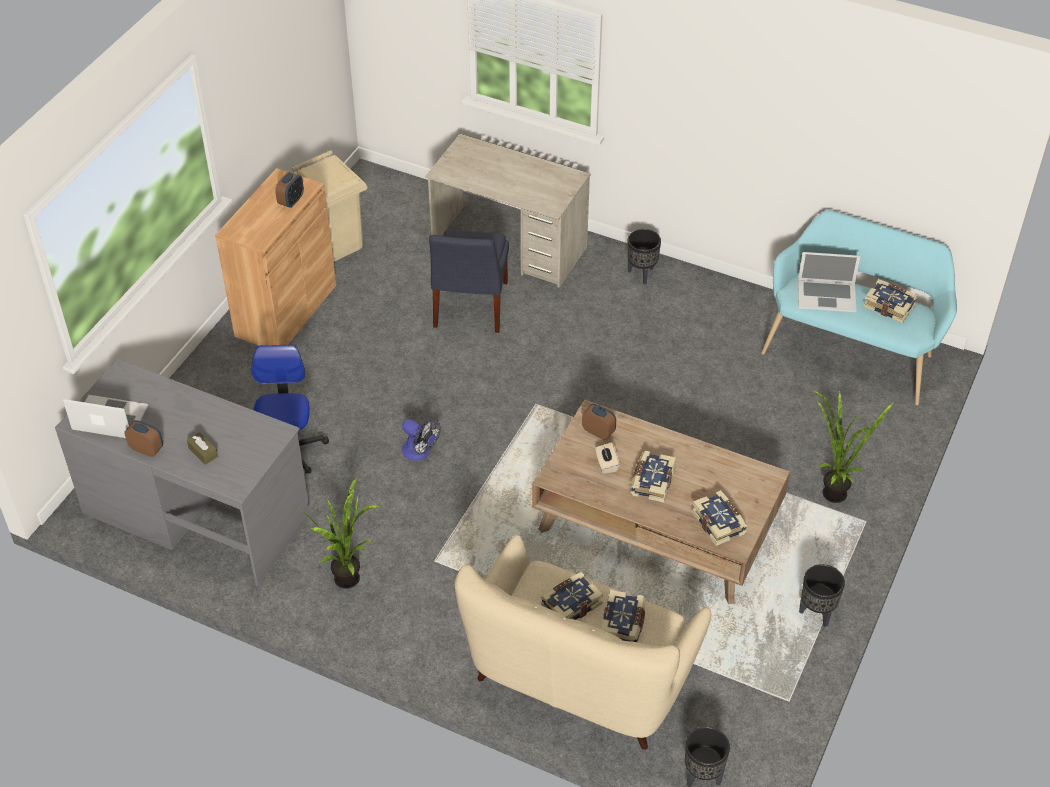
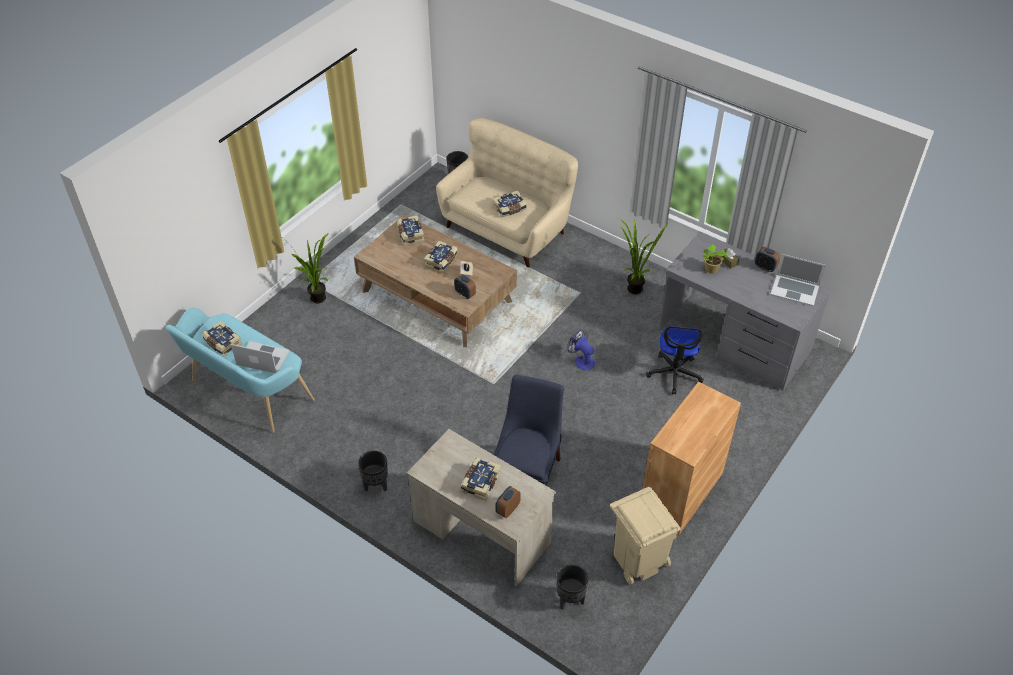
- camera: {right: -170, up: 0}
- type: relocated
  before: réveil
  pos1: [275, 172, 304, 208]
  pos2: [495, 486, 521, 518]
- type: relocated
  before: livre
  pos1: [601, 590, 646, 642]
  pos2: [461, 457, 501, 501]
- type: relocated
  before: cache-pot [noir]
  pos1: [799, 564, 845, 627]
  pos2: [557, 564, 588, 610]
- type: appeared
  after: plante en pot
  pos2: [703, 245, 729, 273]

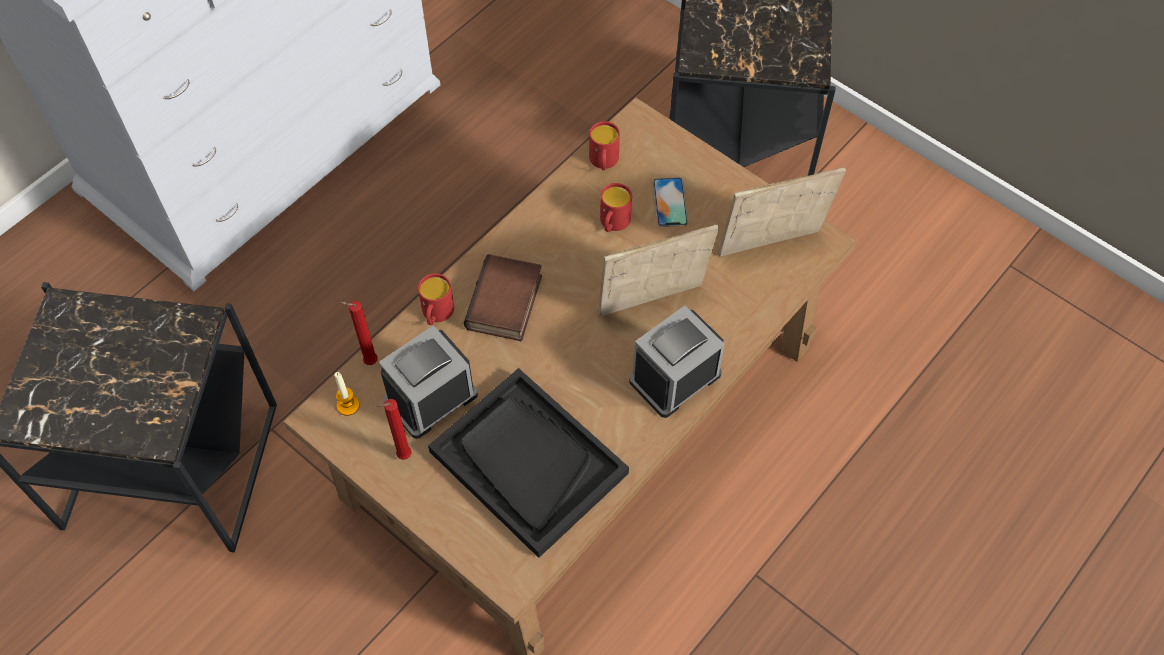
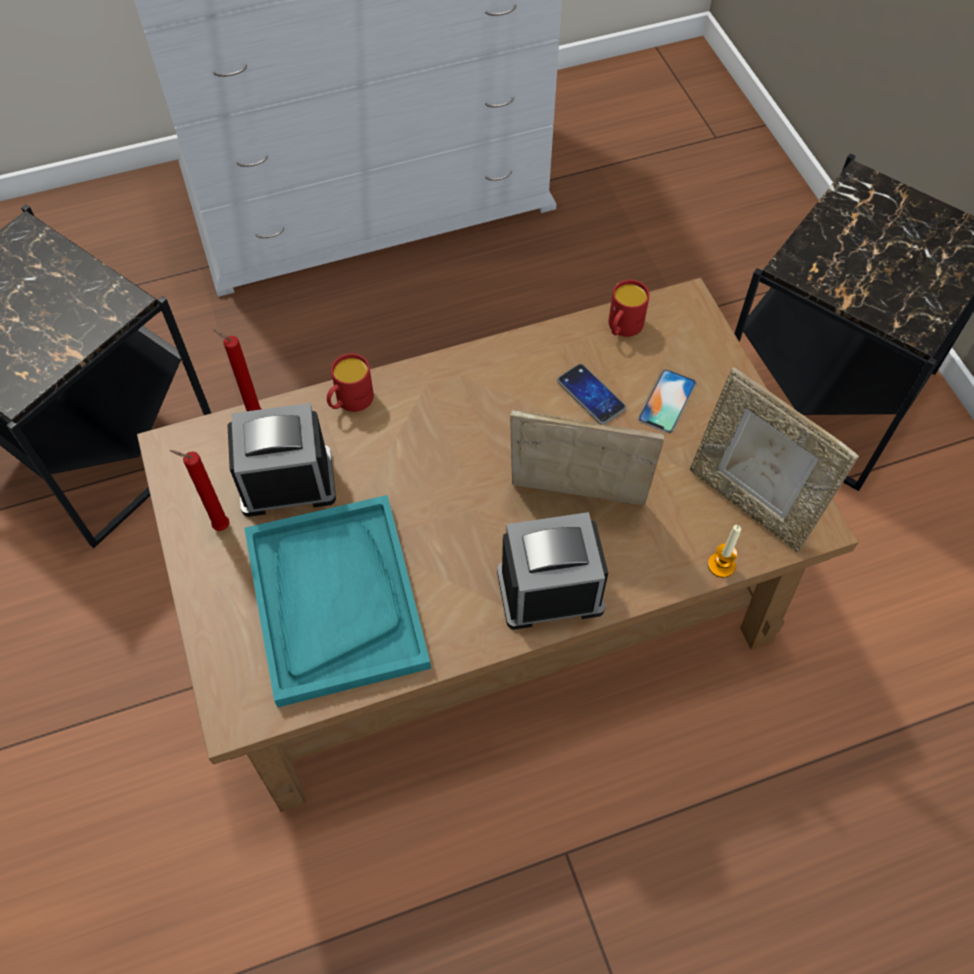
- camera: {right: 30, up: 0}
- type: relocated
  before: bougie
  pos1: [334, 372, 360, 416]
  pos2: [708, 525, 741, 578]
- type: colour
  before: plateau [noir]
  after: plateau [turquoise]
  pos1: [428, 368, 629, 558]
  pos2: [244, 495, 431, 707]
- type: missing
  before: livre
  pos1: [464, 254, 542, 341]
- type: exchanged
  before: mug [rouge]
  after: téléphone
  pos1: [600, 183, 632, 232]
  pos2: [557, 364, 626, 425]
- type: spun
  before: cadre photo
  pos1: [718, 167, 846, 256]
  pos2: [690, 367, 859, 552]
  turn: -150

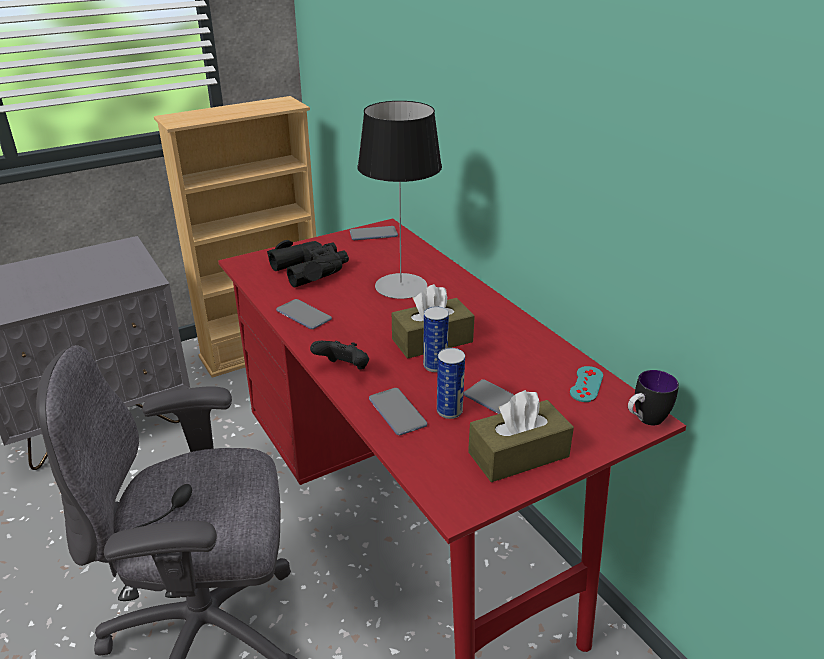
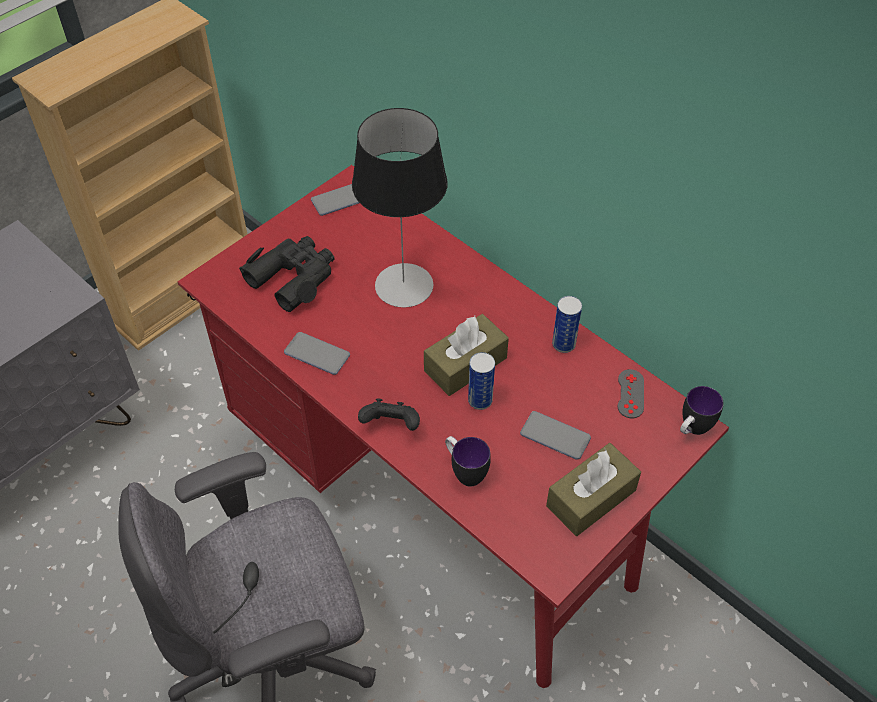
- camera: {right: -15, up: 20}
- type: exchanged
  before: téléphone
  after: mug
  pos1: [369, 388, 428, 436]
  pos2: [445, 436, 491, 487]
- type: relocated
  before: boîte métallique
  pos1: [437, 348, 465, 419]
  pos2: [552, 296, 582, 353]
- type: colour
  before: manette [turquoise]
  after: manette [gris]
  pos1: [570, 366, 603, 402]
  pos2: [618, 369, 644, 418]

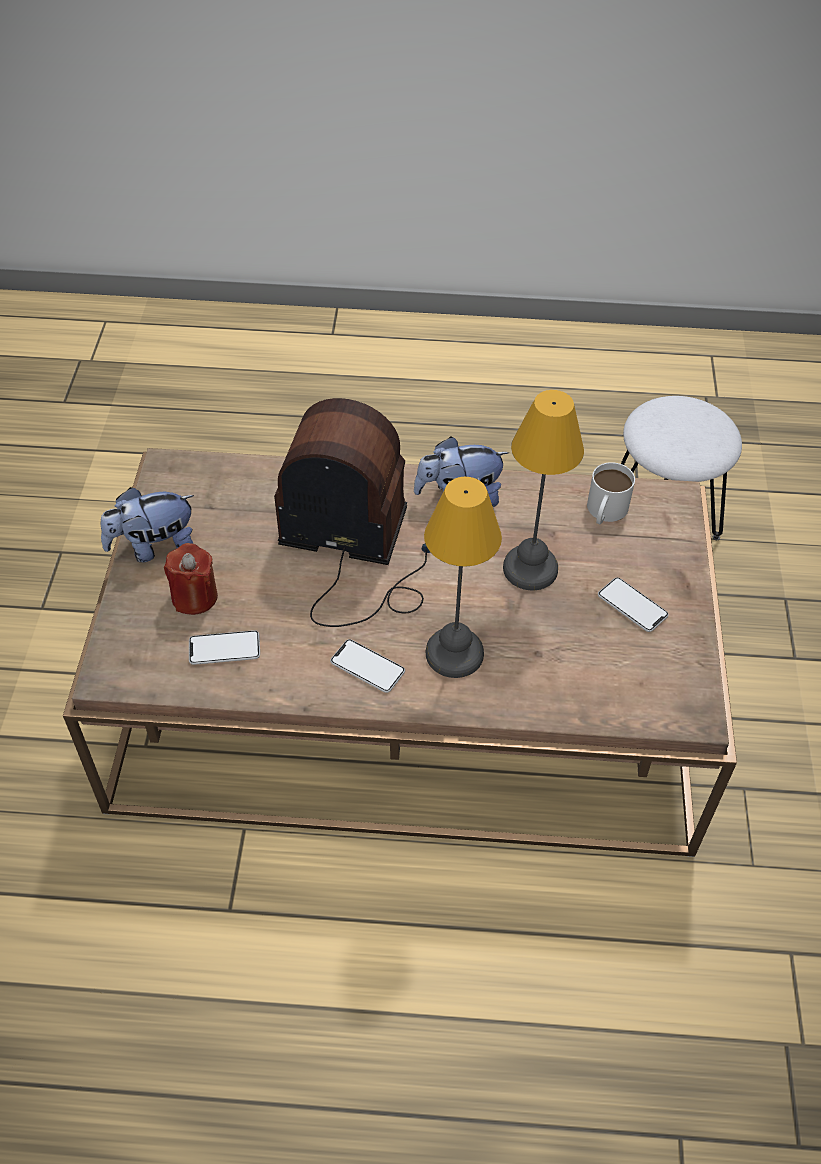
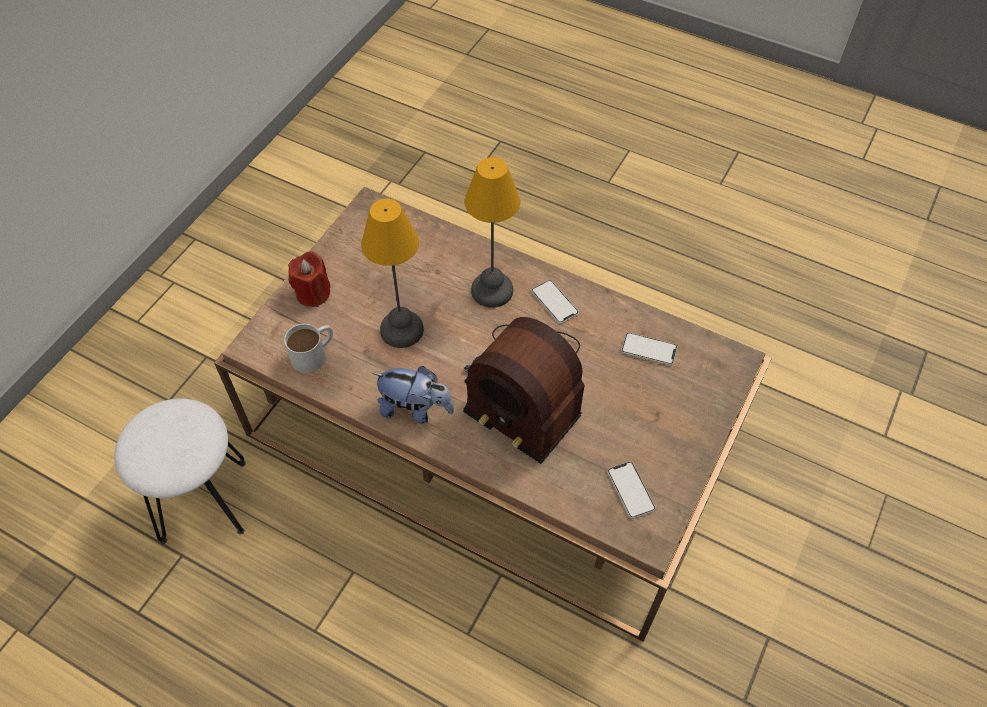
- camera: {right: -155, up: 5}
- type: missing
  before: peluche
  pos1: [101, 487, 194, 562]
- type: relocated
  before: bougie [rouge]
  pos1: [164, 543, 218, 615]
  pos2: [288, 251, 330, 307]
- type: relocated
  before: téléphone
  pos1: [598, 577, 669, 632]
  pos2: [607, 461, 656, 519]

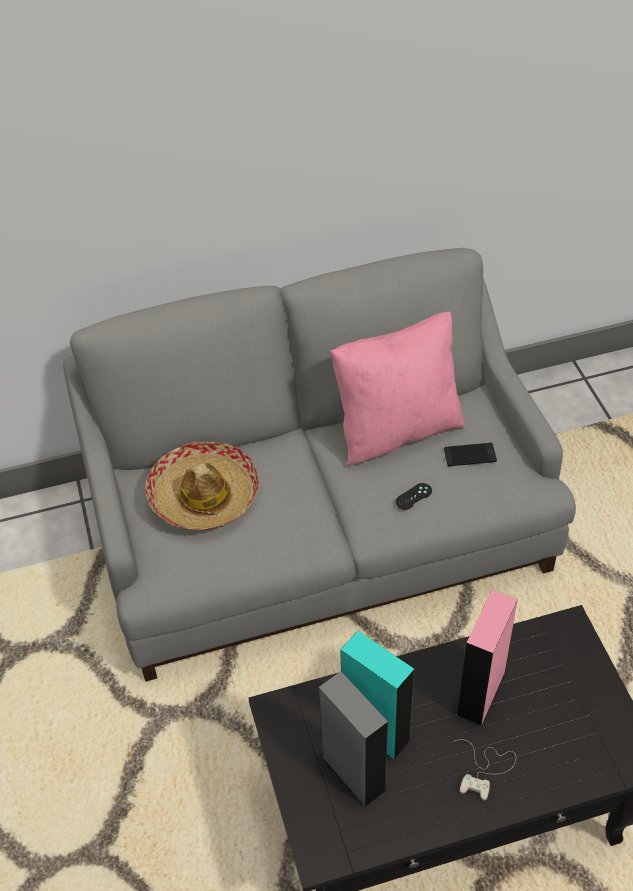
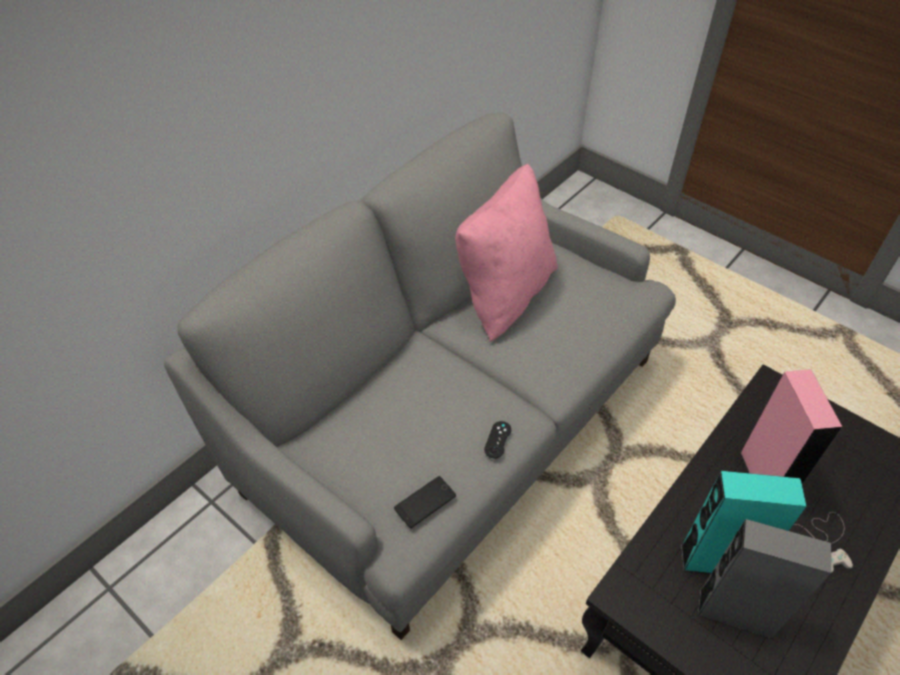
- camera: {right: -35, up: 0}
- type: missing
  before: chapeau
  pos1: [145, 442, 259, 530]
- type: relocated
  before: manette [noir]
  pos1: [396, 483, 432, 510]
  pos2: [484, 421, 511, 458]
- type: relocated
  before: téléphone
  pos1: [444, 443, 497, 466]
  pos2: [394, 476, 456, 528]

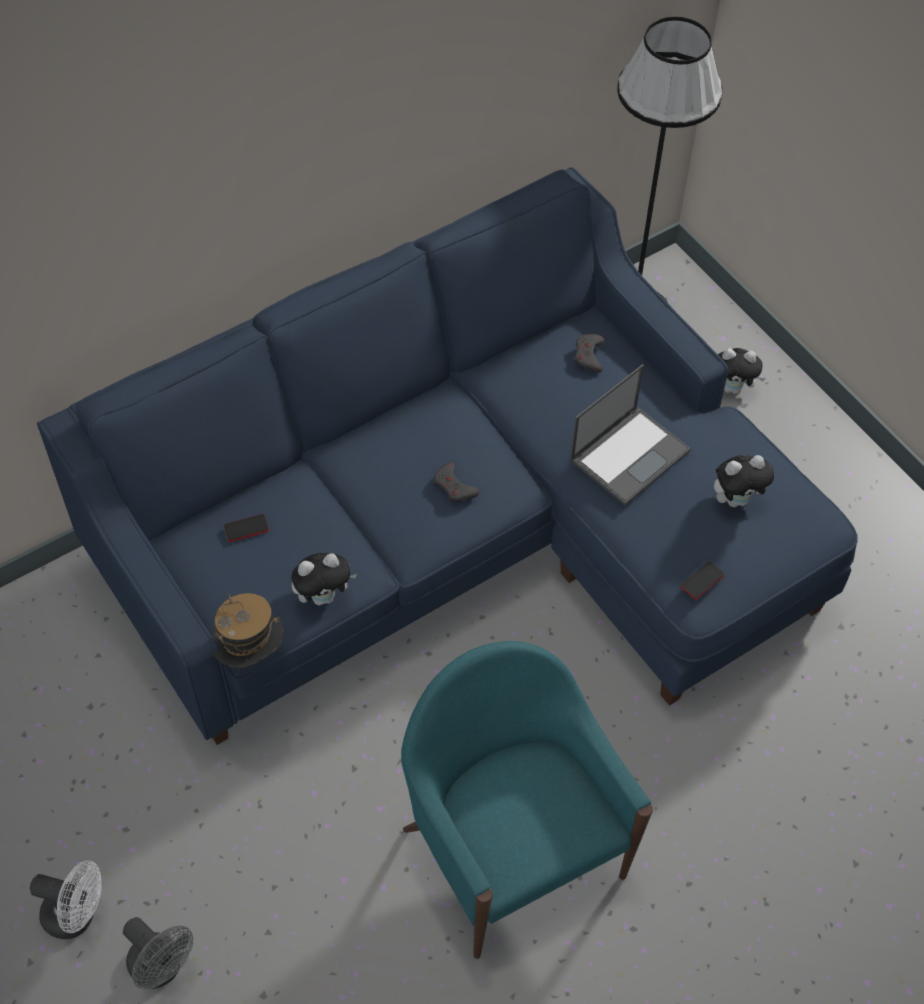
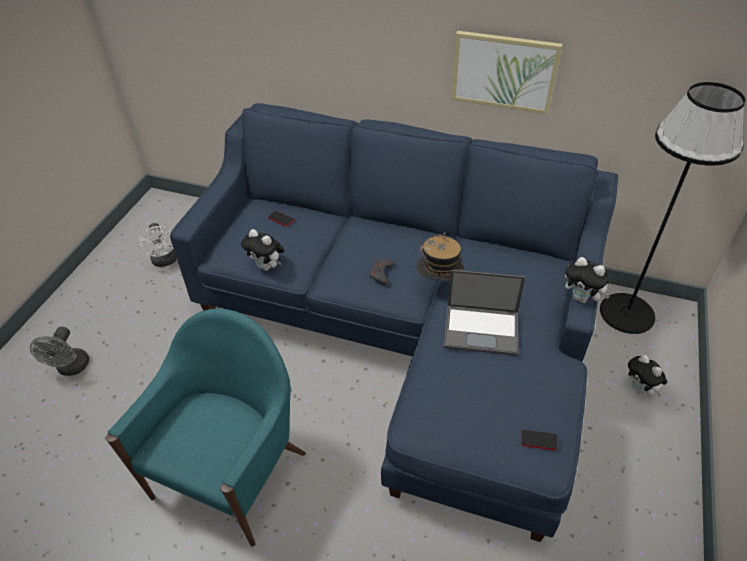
- camera: {right: 55, up: -10}
- type: relocated
  before: ventilateur [blanc]
  pos1: [30, 860, 102, 939]
  pos2: [139, 223, 177, 267]
- type: relocated
  before: chapeau
  pos1: [212, 593, 284, 668]
  pos2: [417, 232, 465, 281]
- type: missing
  before: manette [gris]
  pos1: [575, 334, 604, 373]
- type: relocated
  before: téléphone
  pos1: [681, 561, 724, 600]
  pos2: [521, 430, 558, 450]
- type: relocated
  before: peluche
  pos1: [714, 455, 774, 507]
  pos2: [565, 257, 610, 303]
- type: appeared
  after: tableau
  pos2: [451, 31, 562, 114]

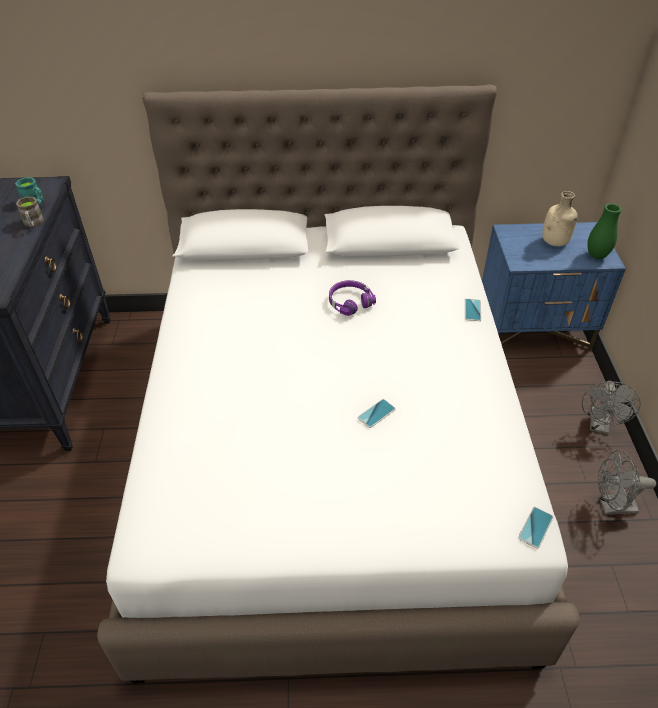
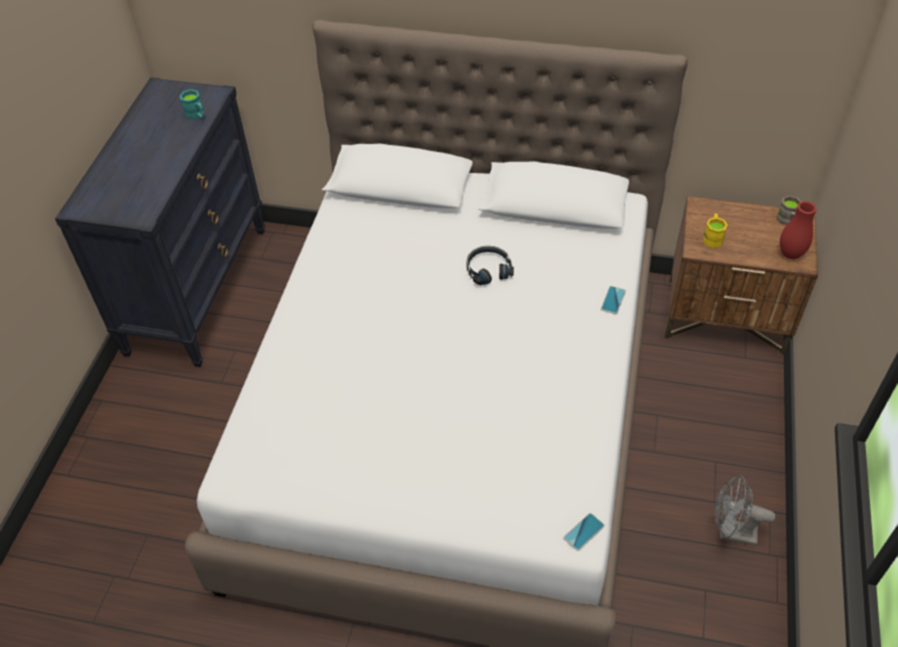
- camera: {right: 15, up: 5}
- type: relocated
  before: mug [marron]
  pos1: [16, 197, 44, 227]
  pos2: [777, 196, 802, 225]
- type: colour
  before: casque audio [violet]
  after: casque audio [noir]
  pos1: [329, 280, 376, 316]
  pos2: [466, 246, 514, 286]
- type: missing
  before: téléphone
  pos1: [358, 399, 396, 428]
- type: colour
  before: table de chevet [bleu]
  after: table de chevet [marron]
  pos1: [482, 222, 626, 350]
  pos2: [664, 196, 818, 356]
- type: missing
  before: bouteille [beige]
  pos1: [542, 191, 578, 246]
- type: missing
  before: ventilateur [gris]
  pos1: [582, 381, 641, 434]
- type: colour
  before: vase [vert]
  after: vase [rouge]
  pos1: [587, 204, 621, 259]
  pos2: [780, 201, 817, 259]
- type: appeared
  after: mug [jaune]
  pos2: [703, 213, 728, 248]

